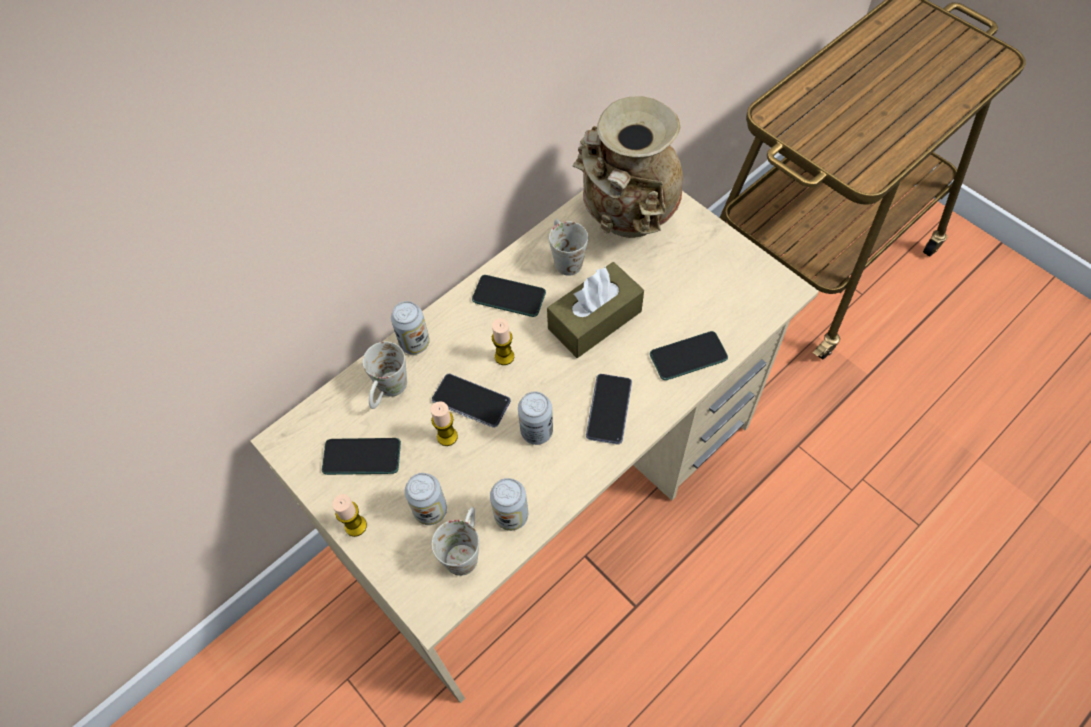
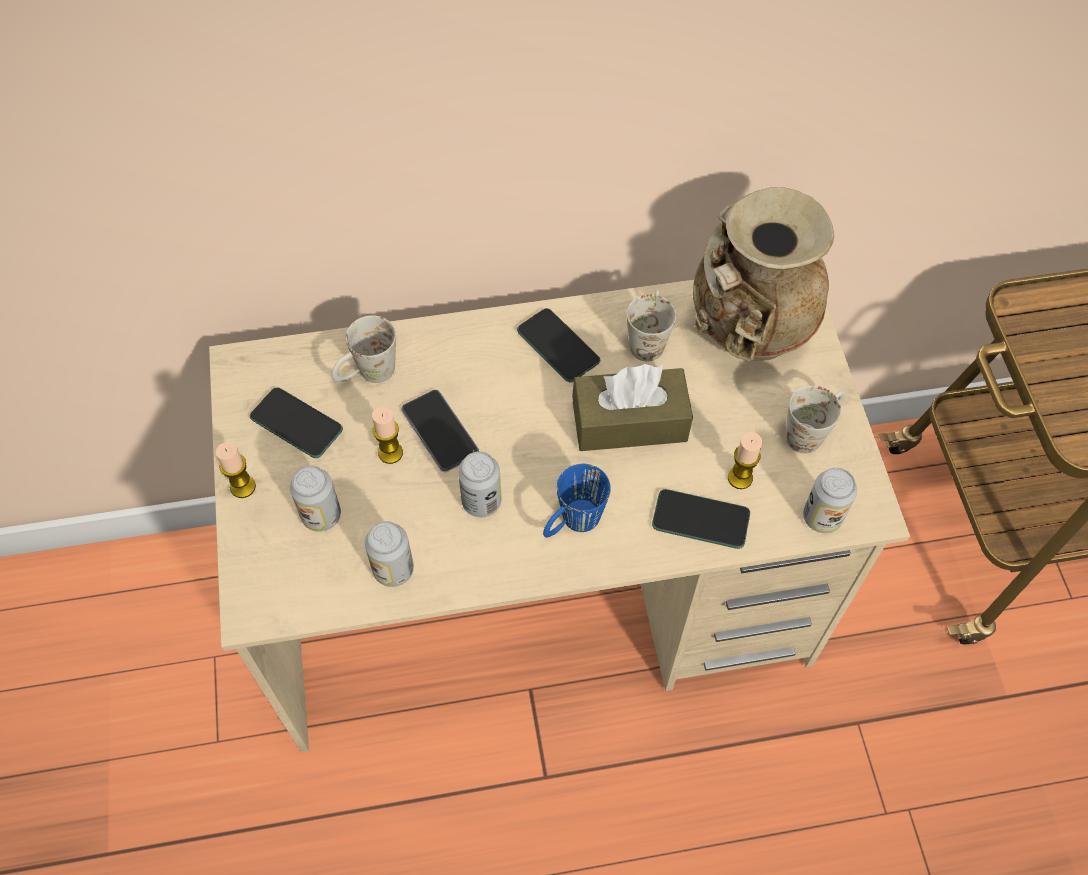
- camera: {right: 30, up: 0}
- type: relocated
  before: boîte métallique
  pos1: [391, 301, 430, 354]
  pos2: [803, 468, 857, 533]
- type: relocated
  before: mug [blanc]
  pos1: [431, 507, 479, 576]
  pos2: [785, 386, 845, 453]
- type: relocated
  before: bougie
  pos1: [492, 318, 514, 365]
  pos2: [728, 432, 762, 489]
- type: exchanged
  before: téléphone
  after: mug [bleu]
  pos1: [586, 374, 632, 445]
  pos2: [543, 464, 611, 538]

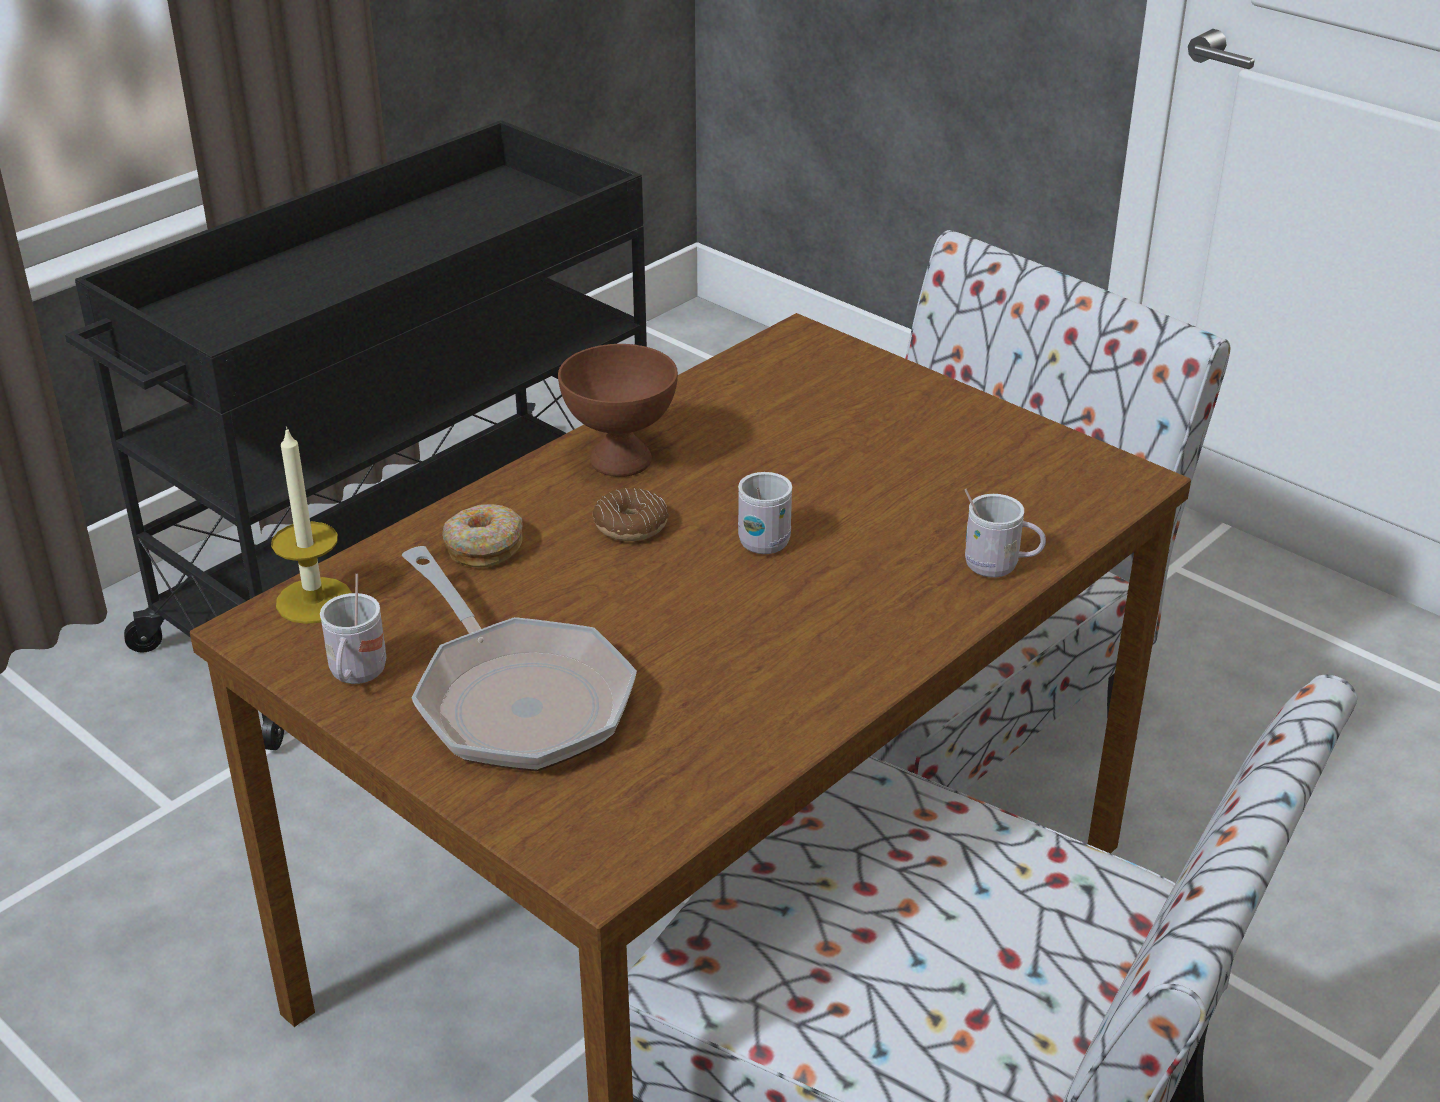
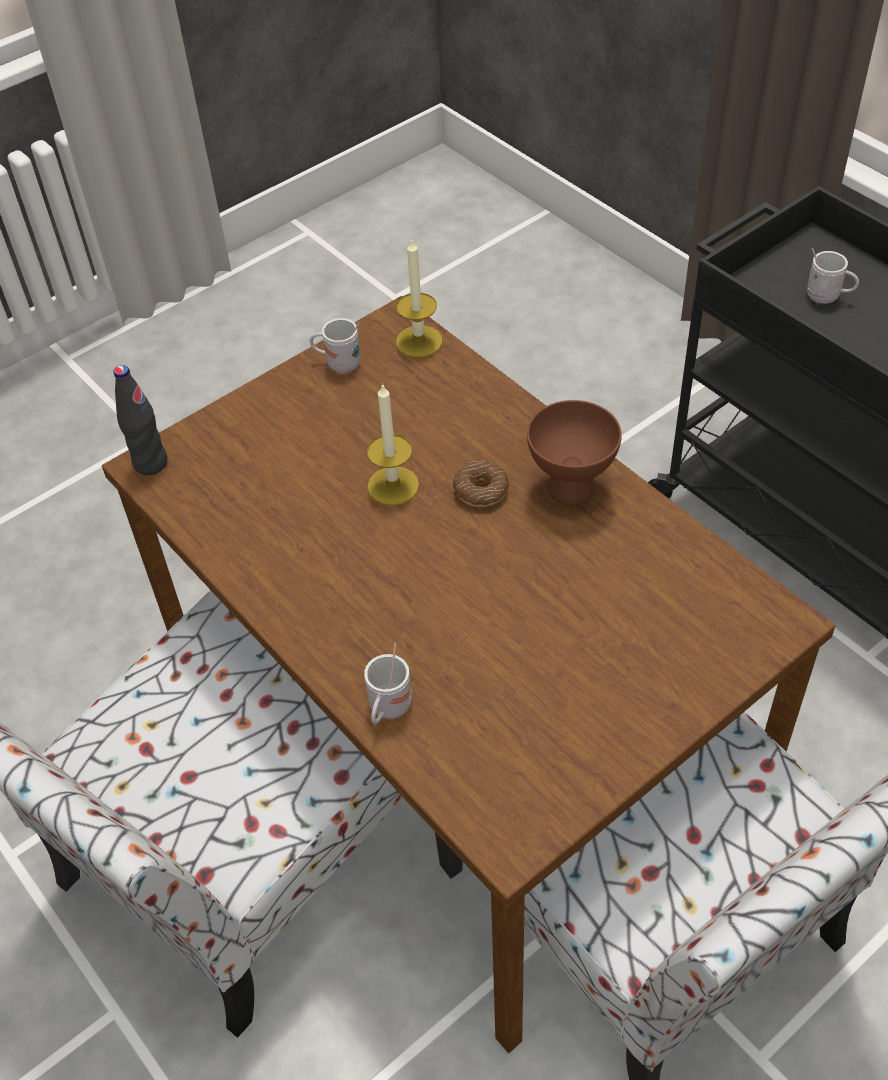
- camera: {right: 100, up: 15}
- type: missing
  before: poêle
  pos1: [402, 546, 637, 771]
- type: missing
  before: beignet
  pos1: [442, 504, 523, 568]
- type: relocated
  before: mug [blanc]
  pos1: [738, 472, 792, 554]
  pos2: [807, 248, 859, 304]
- type: appeared
  after: bouteille [noir]
  pos2: [113, 365, 167, 475]
- type: appeared
  after: bougie
  pos2: [367, 383, 419, 505]

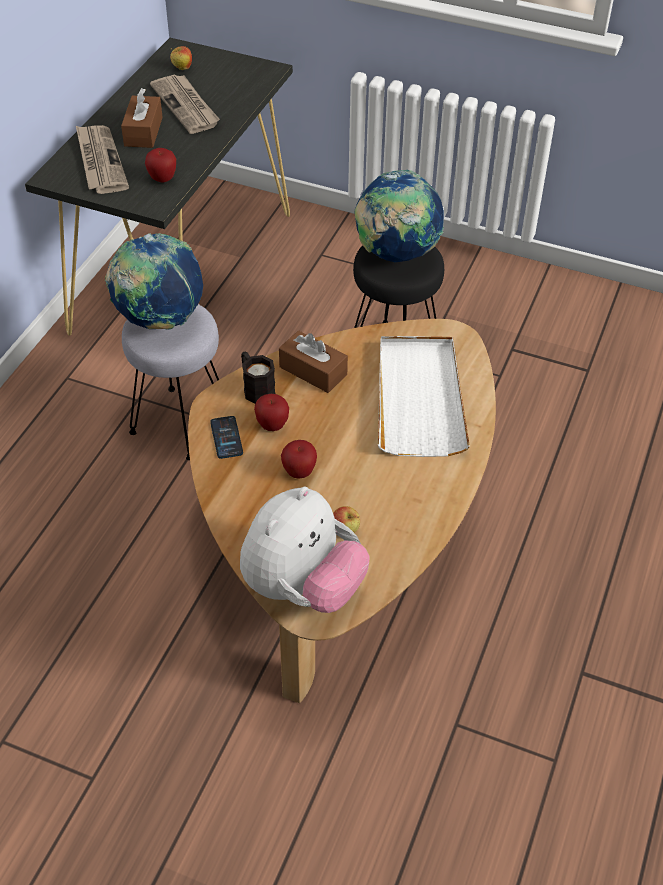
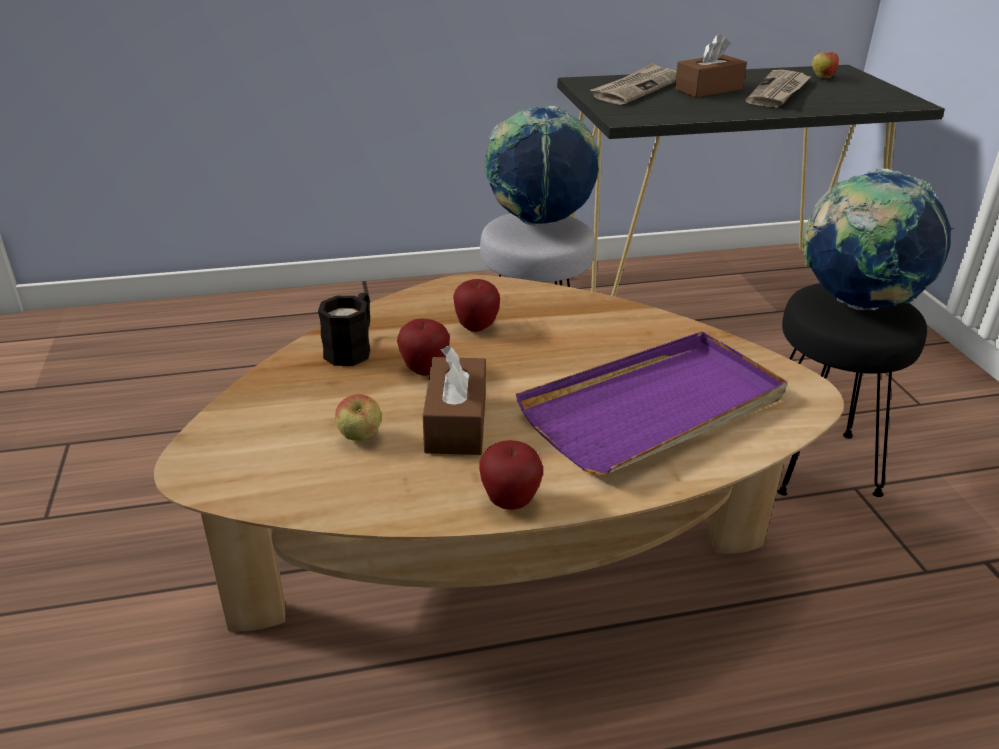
- camera: {right: 55, up: -15}
- type: relocated
  before: pomme
  pos1: [145, 148, 176, 182]
  pos2: [479, 440, 543, 510]
- type: missing
  before: téléphone
  pos1: [210, 416, 243, 459]
- type: missing
  before: peluche
  pos1: [240, 487, 370, 613]
- type: relocated
  before: mug [noir]
  pos1: [241, 352, 275, 404]
  pos2: [318, 293, 370, 366]
- type: relocated
  before: boîte à mouchoirs [marron]
  pos1: [279, 330, 348, 393]
  pos2: [423, 345, 486, 455]
- type: colour
  before: plateau [blanc]
  after: plateau [violet]
  pos1: [378, 336, 470, 457]
  pos2: [516, 331, 787, 476]

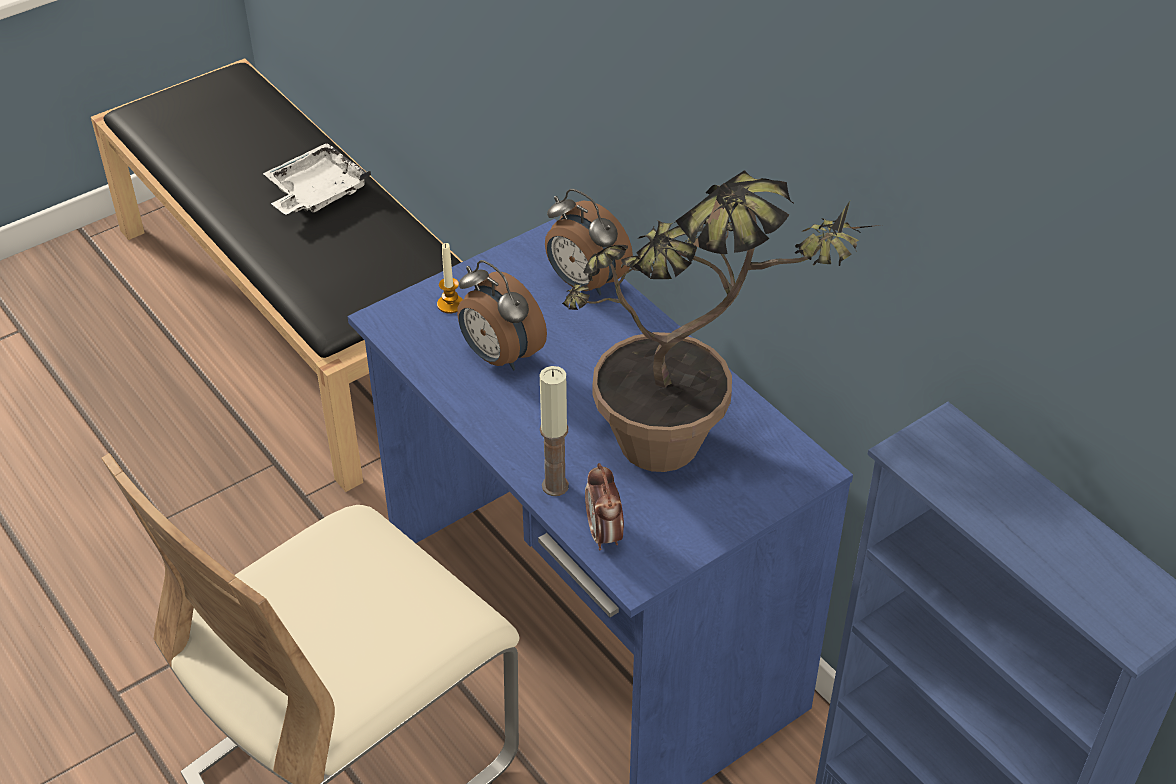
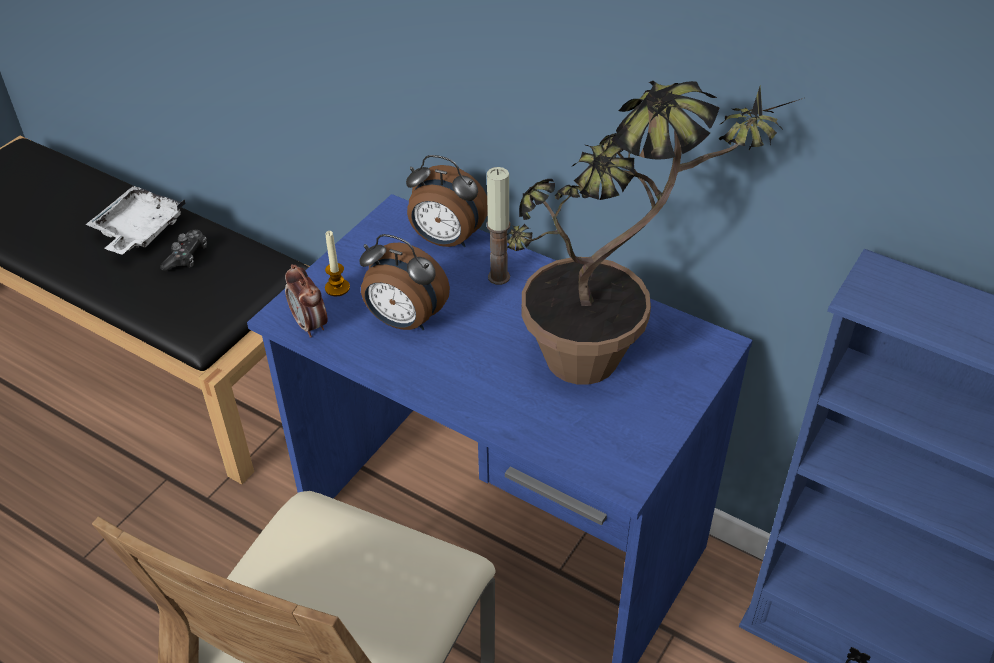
- camera: {right: -20, up: 0}
- type: relocated
  before: bougie
  pos1: [540, 366, 569, 496]
  pos2: [487, 167, 511, 285]
- type: relocated
  before: réveil
  pos1: [585, 463, 624, 550]
  pos2: [285, 264, 328, 338]
- type: appeared
  after: manette
  pos2: [160, 230, 207, 272]

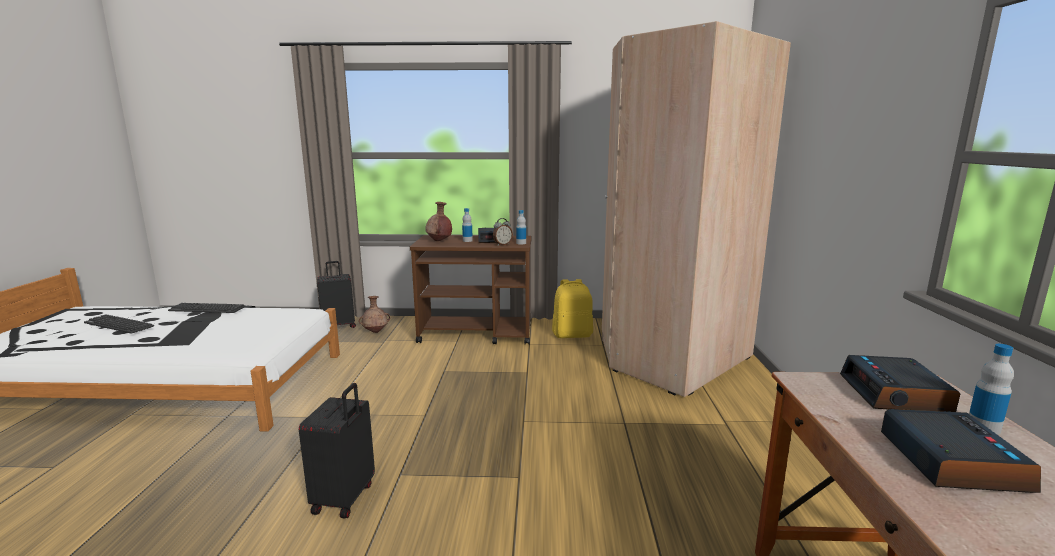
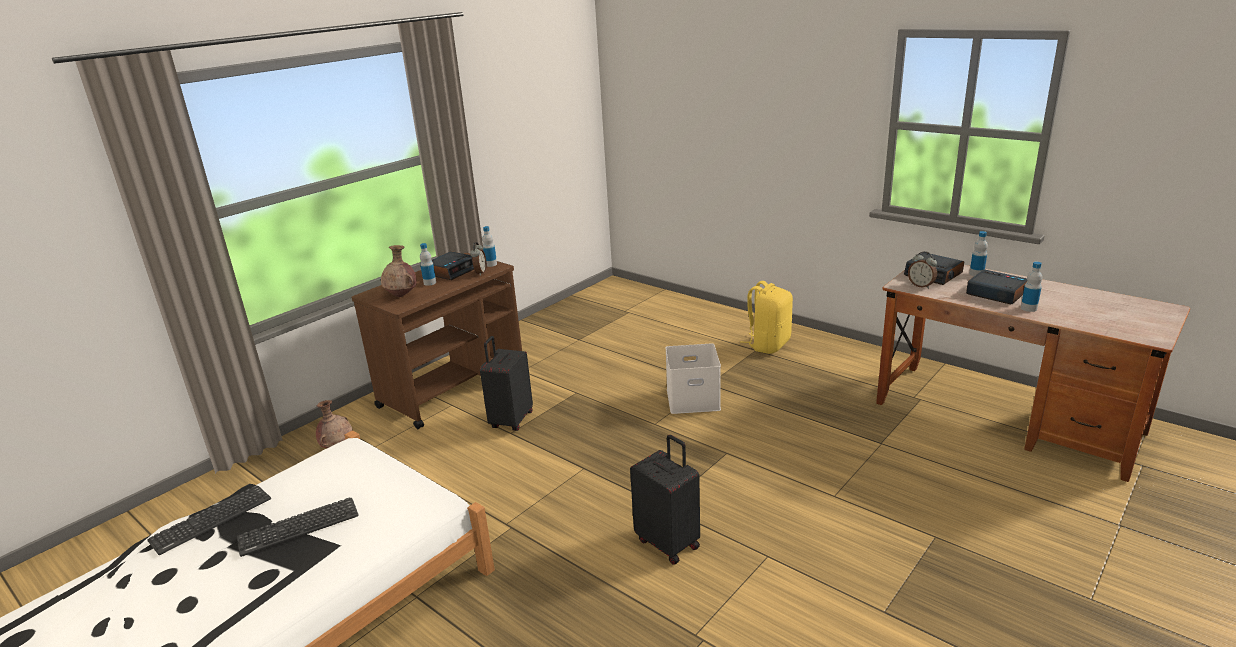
- camera: {right: -50, up: 10}
- type: relocated
  before: clavier
  pos1: [84, 314, 154, 334]
  pos2: [237, 497, 359, 557]
- type: relocated
  before: valise [noir]
  pos1: [317, 261, 356, 328]
  pos2: [480, 336, 533, 431]
- type: relocated
  before: sac à dos [jaune]
  pos1: [552, 279, 593, 338]
  pos2: [740, 281, 793, 354]
- type: missing
  before: armoire [beige]
  pos1: [602, 21, 791, 397]
- type: appeared
  after: boîte de rangement [blanc]
  pos2: [665, 343, 721, 414]
- type: appeared
  after: réveil
  pos2: [908, 251, 937, 289]
- type: appeared
  after: bouteille
  pos2: [1021, 262, 1042, 312]

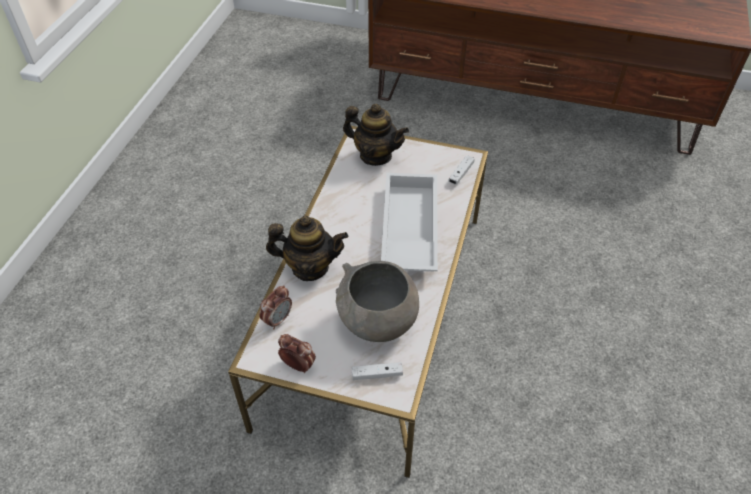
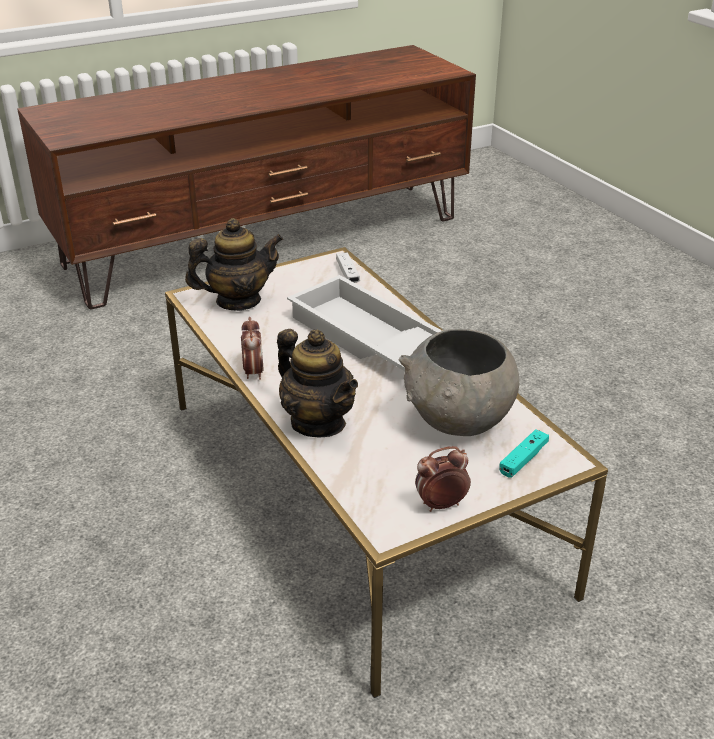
- camera: {right: -45, up: -15}
- type: relocated
  before: réveil
  pos1: [259, 285, 292, 330]
  pos2: [241, 317, 263, 380]
- type: spun
  before: théière
  pos1: [266, 215, 348, 281]
  pos2: [277, 329, 358, 437]
  turn: 90
- type: colour
  before: manette [blanc]
  after: manette [turquoise]
  pos1: [352, 362, 403, 380]
  pos2: [499, 429, 549, 478]

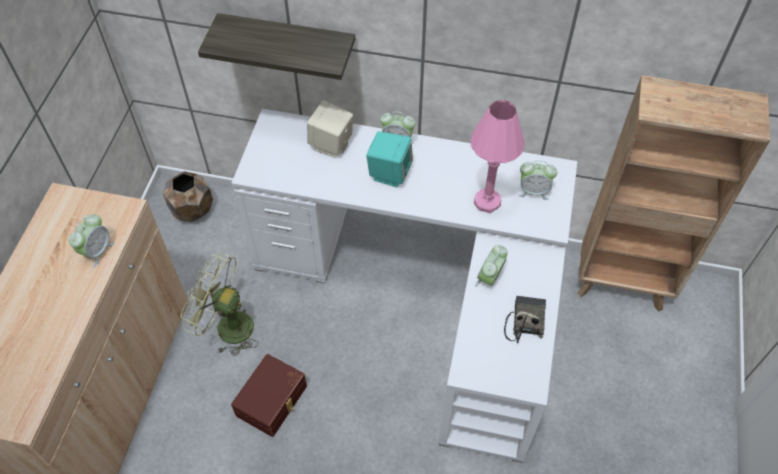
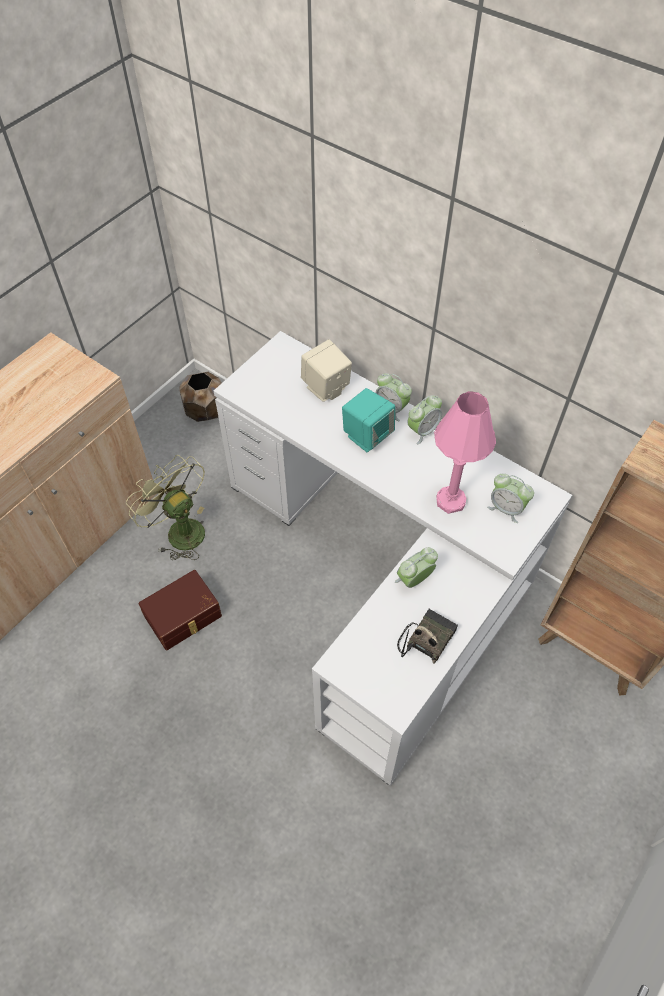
- camera: {right: 25, up: 0}
- type: relocated
  before: réveil
  pos1: [69, 214, 115, 267]
  pos2: [408, 395, 442, 444]
- type: missing
  before: étagère
  pos1: [198, 13, 355, 80]

